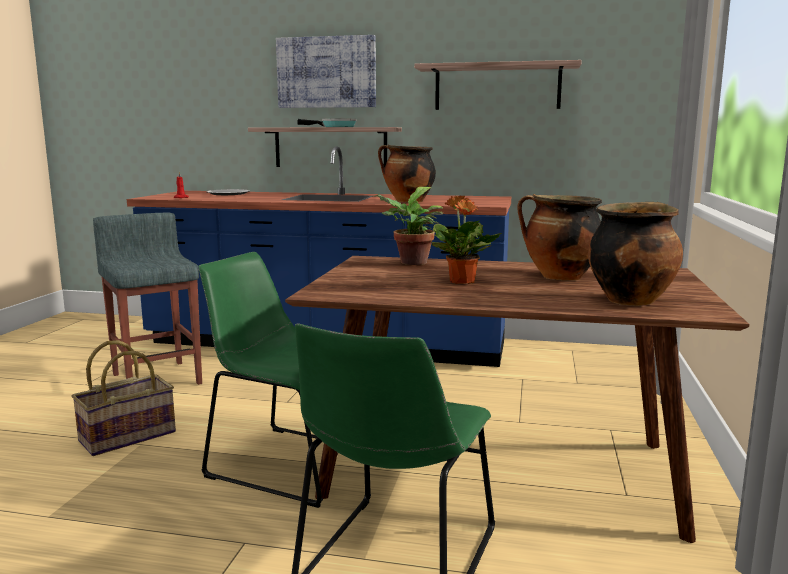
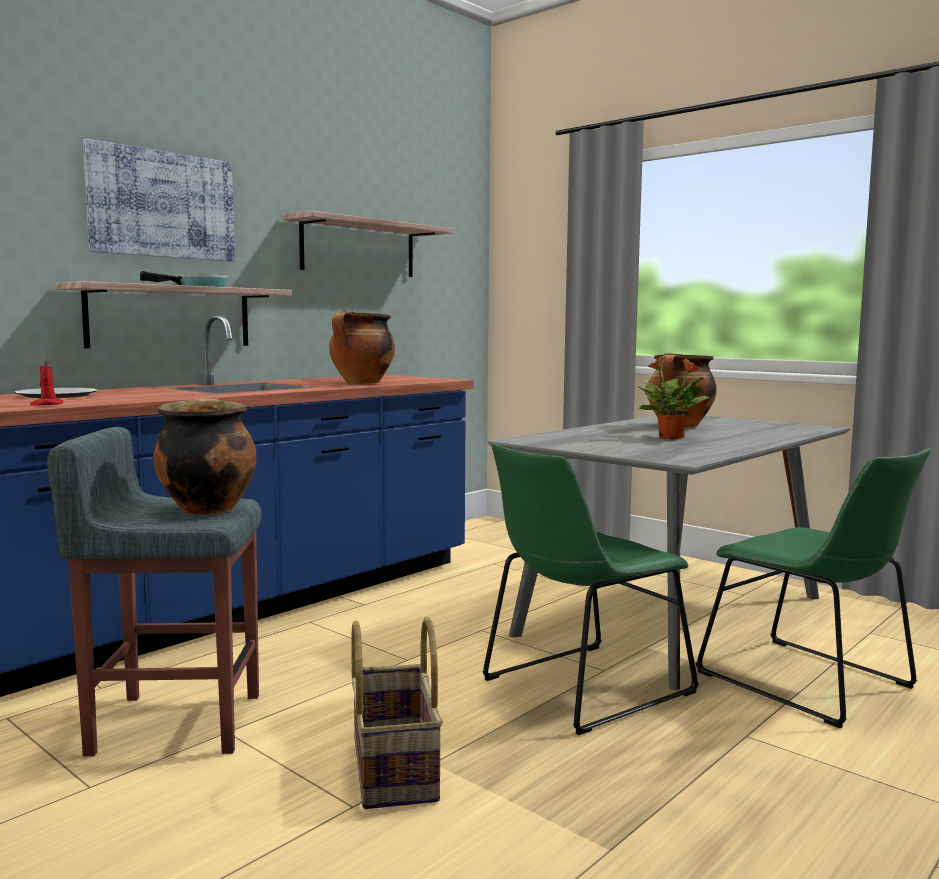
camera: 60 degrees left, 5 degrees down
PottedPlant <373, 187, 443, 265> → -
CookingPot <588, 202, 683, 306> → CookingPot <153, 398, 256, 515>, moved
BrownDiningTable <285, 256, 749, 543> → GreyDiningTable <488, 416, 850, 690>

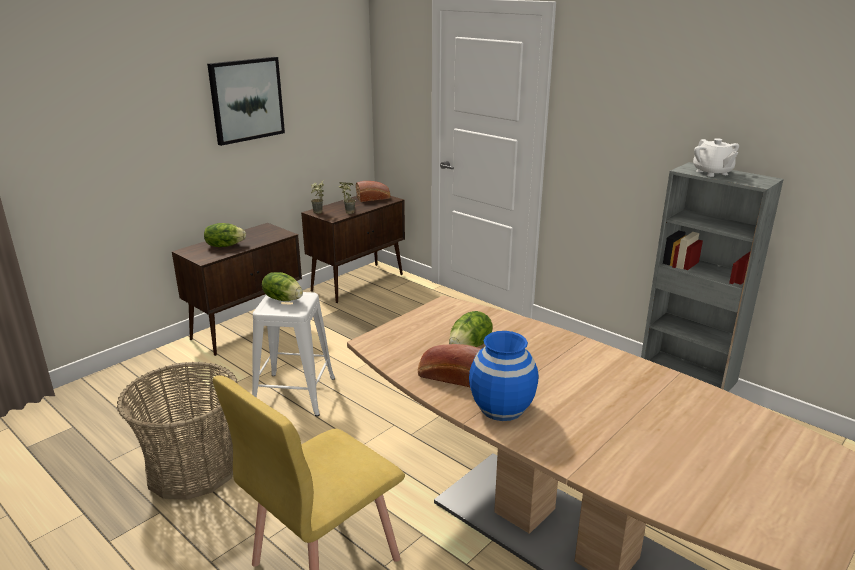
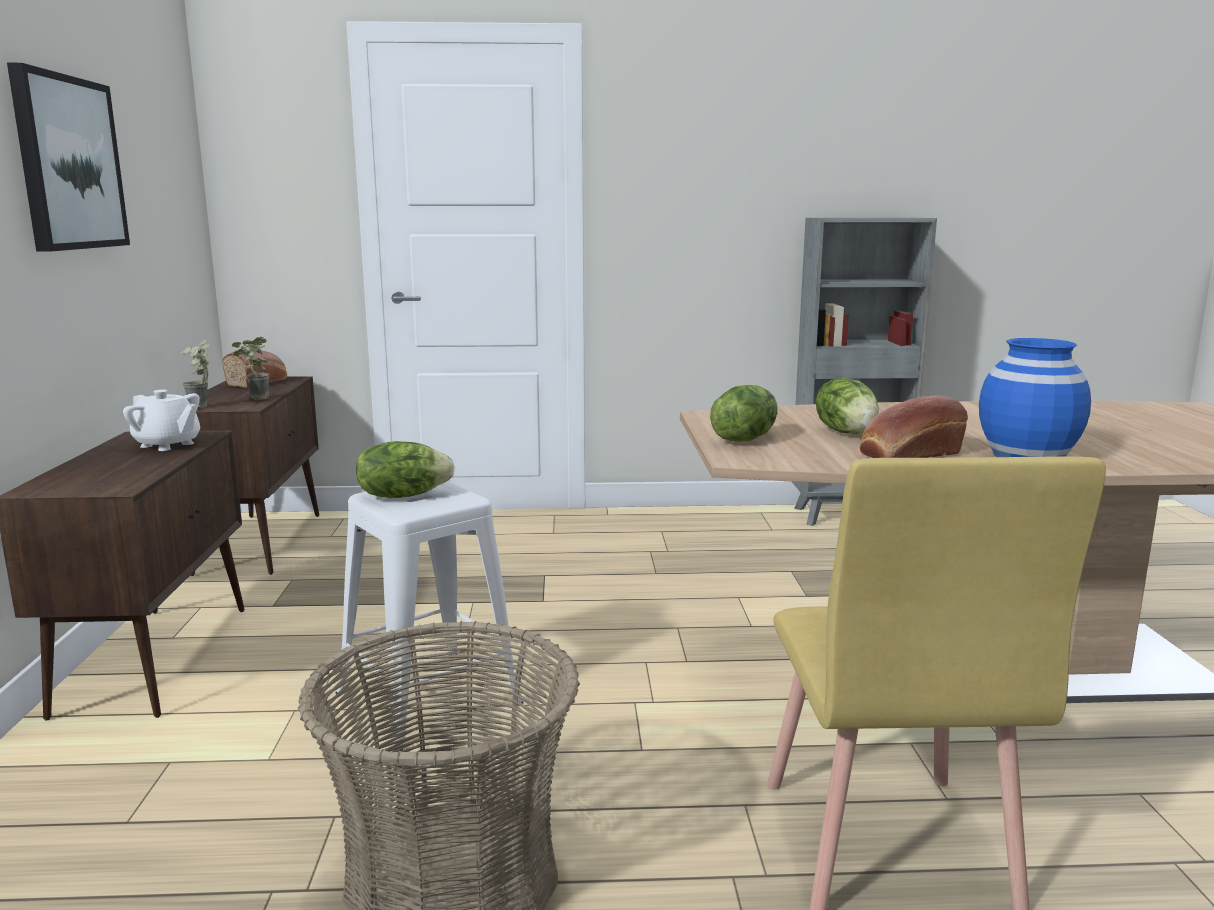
camera: 45 degrees left, 10 degrees down
WhiteTeapot <693, 138, 739, 177> → WhiteTeapot <123, 390, 200, 451>, moved
Lettuce <204, 223, 246, 247> → Lettuce <710, 385, 778, 442>, moved

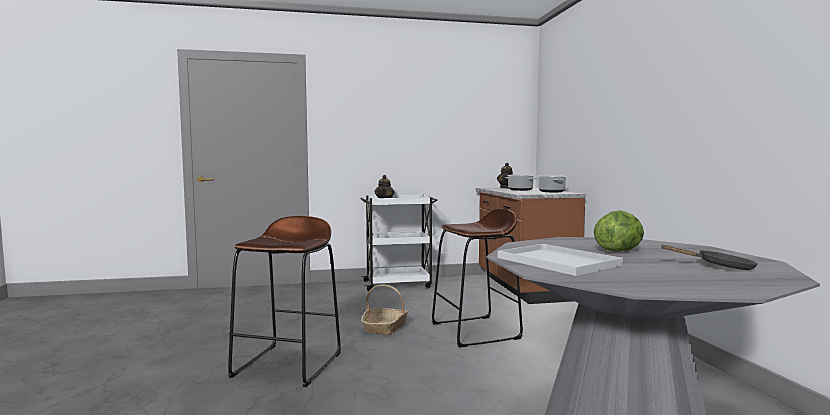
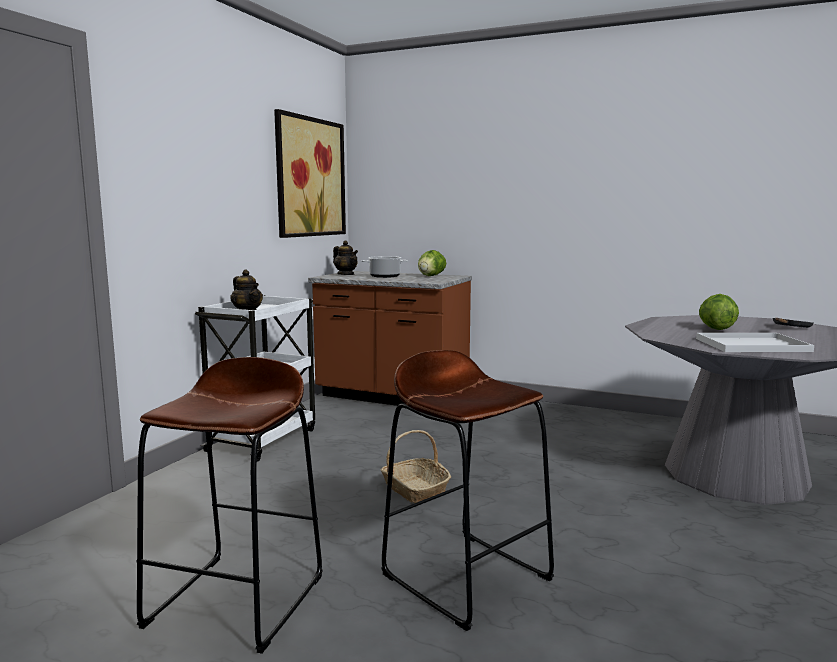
camera: 55 degrees left, 5 degrees up
CookingPot <538, 176, 566, 192> → Lettuce <418, 250, 446, 276>
BrownStool <432, 209, 523, 348> → BrownStool <136, 357, 322, 654>, moved
- → Picture <274, 109, 346, 238>

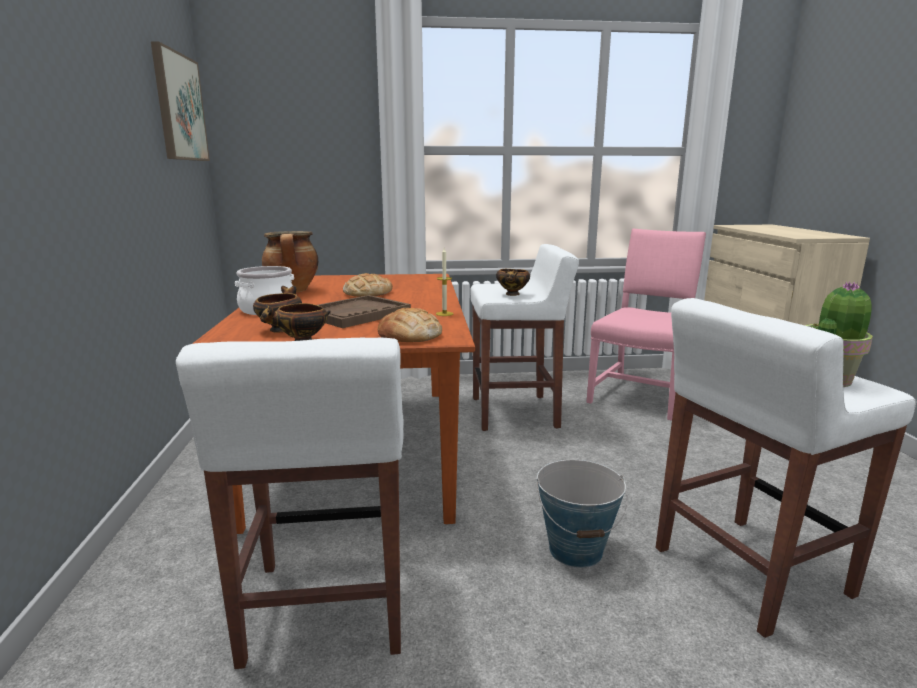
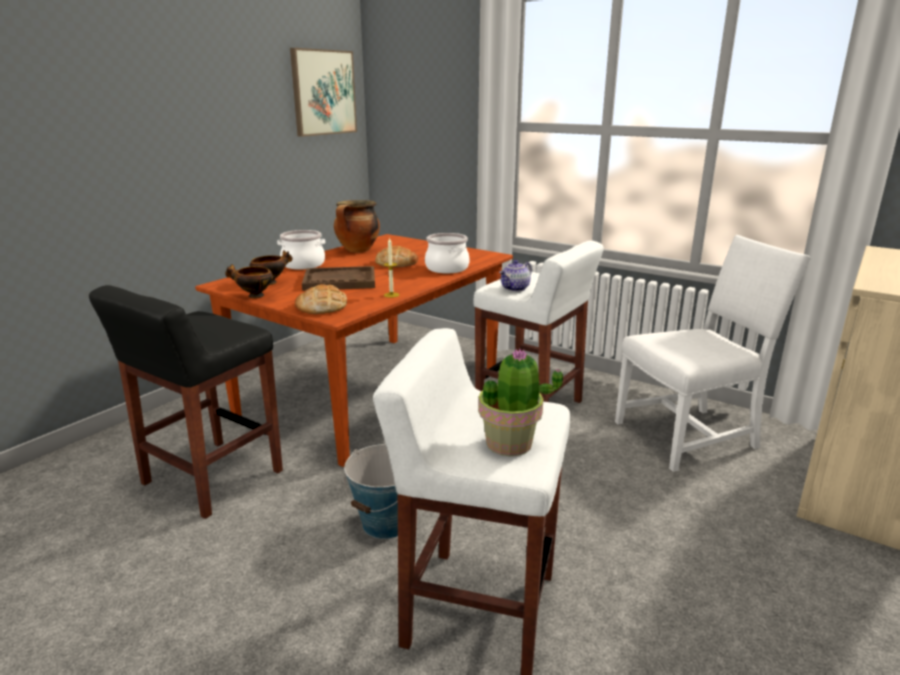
camera: 40 degrees right, 5 degrees up
PinkChair <586, 228, 706, 421> → WhiteChair <615, 235, 811, 472>
Bowl <496, 269, 530, 296> → Teapot <499, 260, 532, 292>
WhiteStool <176, 338, 404, 669> → BlackStool <89, 285, 283, 519>
- → CookingPot <425, 233, 470, 273>

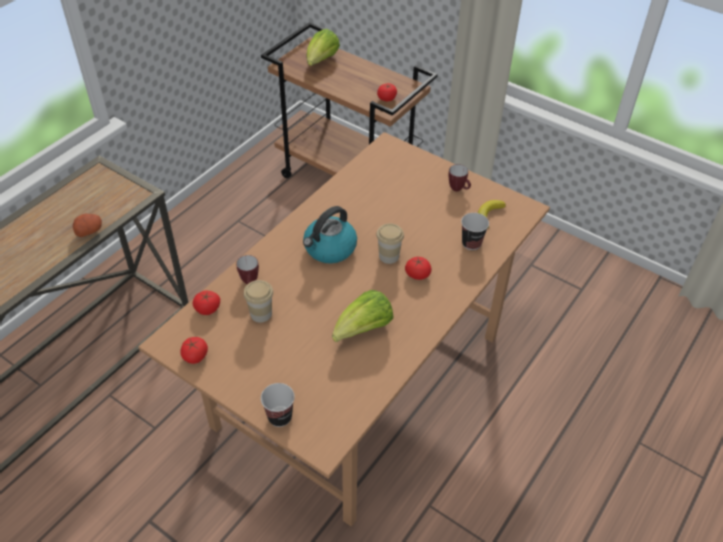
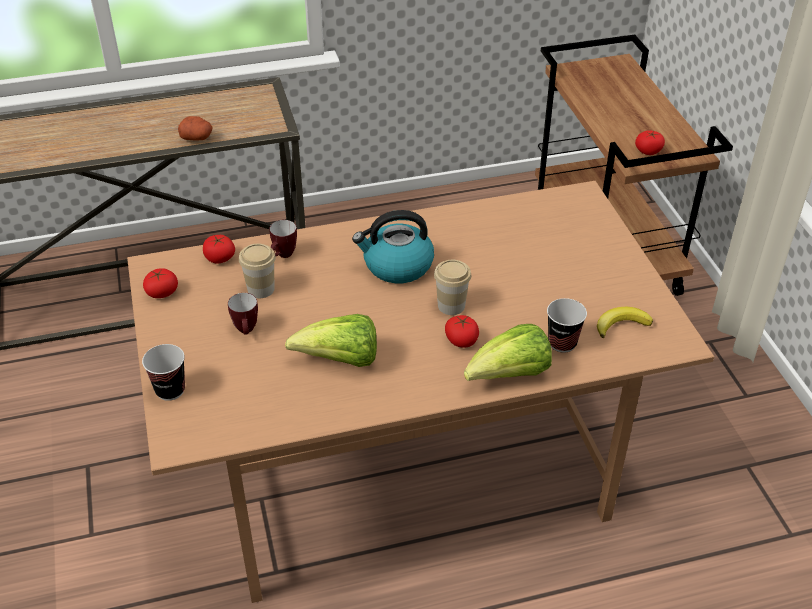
camera: 40 degrees right, 5 degrees down
Lettuce <306, 29, 340, 66> → Lettuce <464, 324, 552, 381>, moved
Mug <448, 164, 471, 192> → Mug <228, 293, 258, 335>, moved

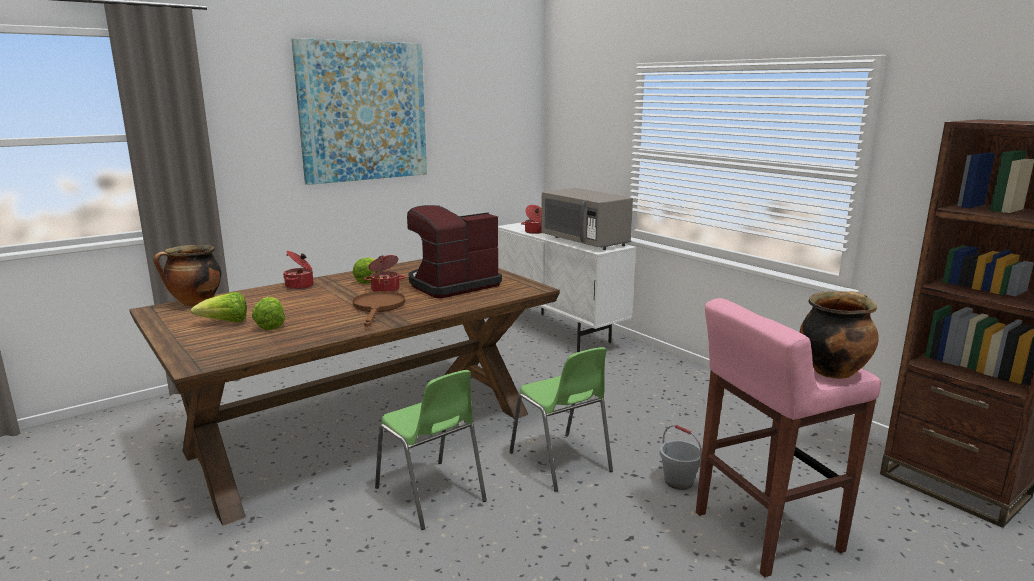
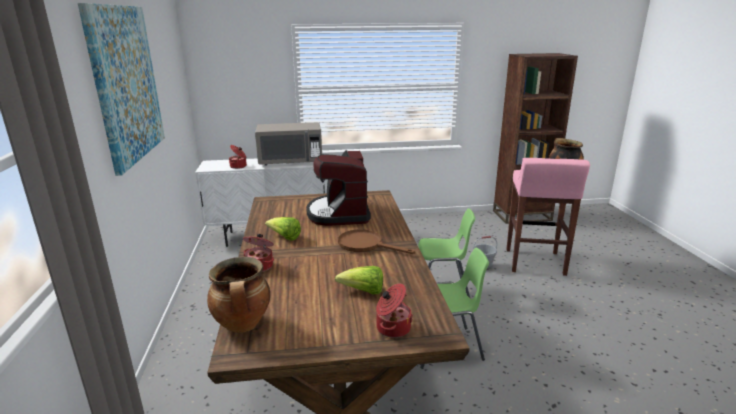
camera: 60 degrees left, 5 degrees up
CookingPot <365, 255, 405, 292> → CookingPot <376, 284, 413, 338>, moved
Lettuce <191, 292, 247, 323> → -

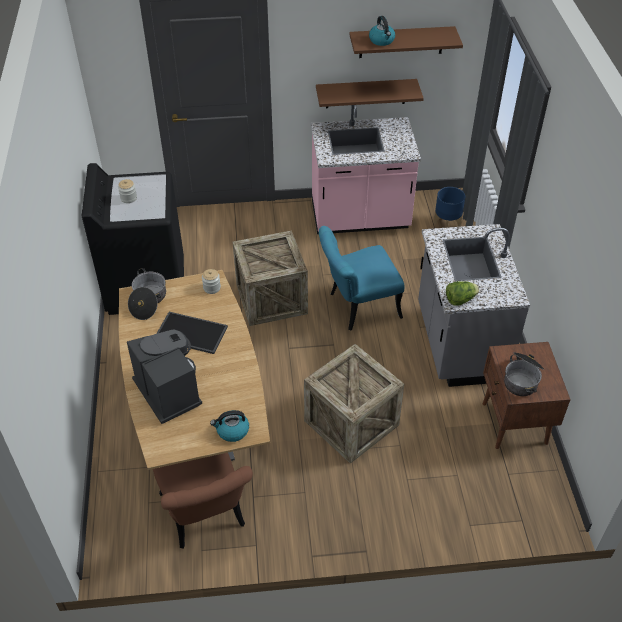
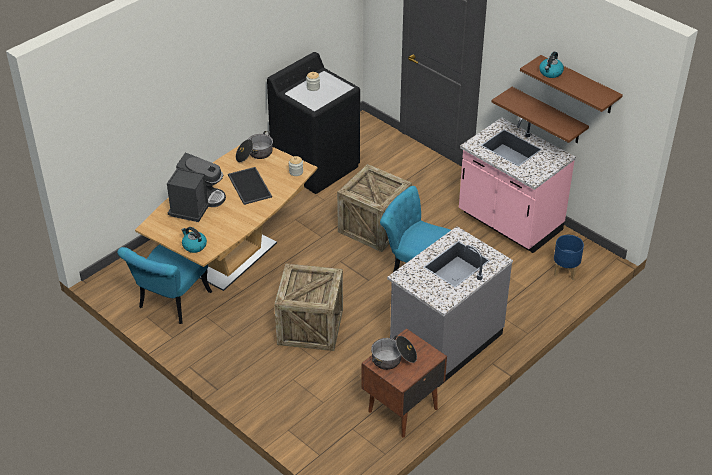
camera: 50 degrees right, 5 degrees down
Lettuce <446, 281, 480, 306> → -
BrownChair <153, 453, 253, 549> → TurquoiseChair <117, 244, 212, 324>

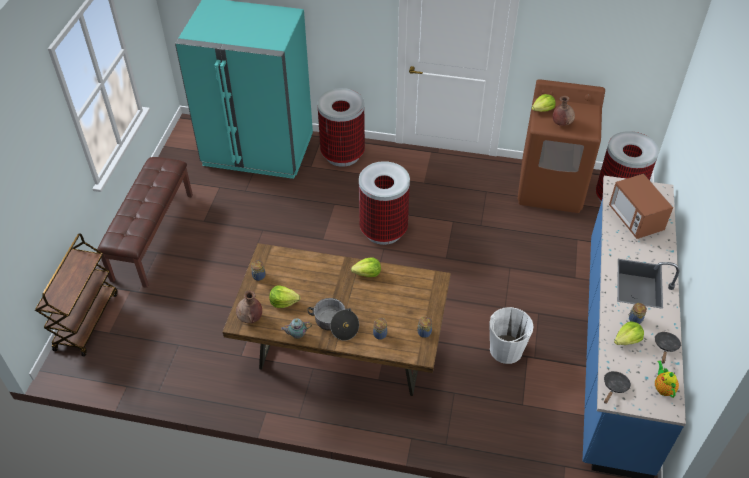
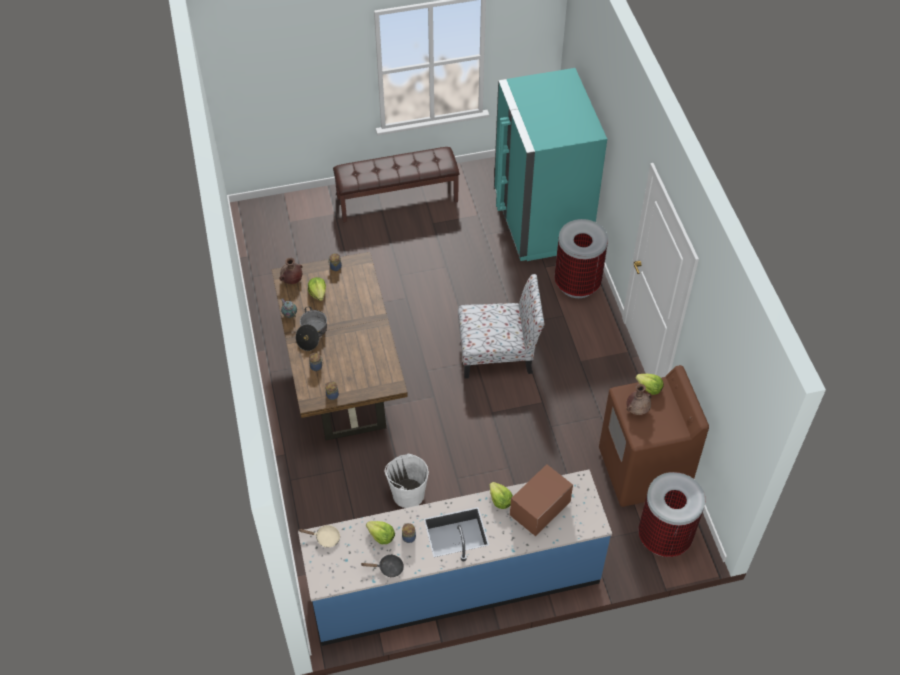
camera: 65 degrees right, 5 degrees up
TrashCan <359, 161, 410, 245> → Chair <458, 274, 545, 379>
BrownCart <35, 233, 117, 357> → -
Lettuce <351, 257, 381, 277> → Lettuce <490, 482, 513, 509>, moved
Teapot <655, 360, 679, 398> → -
BlackFryingPan <604, 371, 631, 404> → BeigeFryingPan <298, 525, 340, 548>

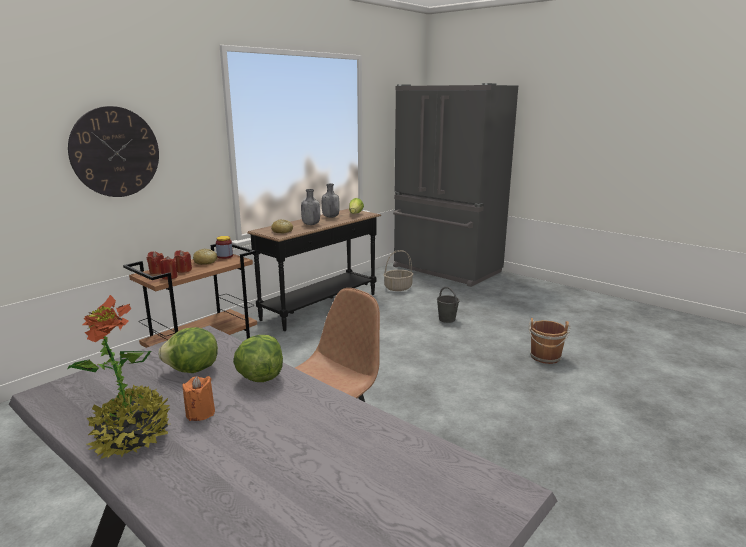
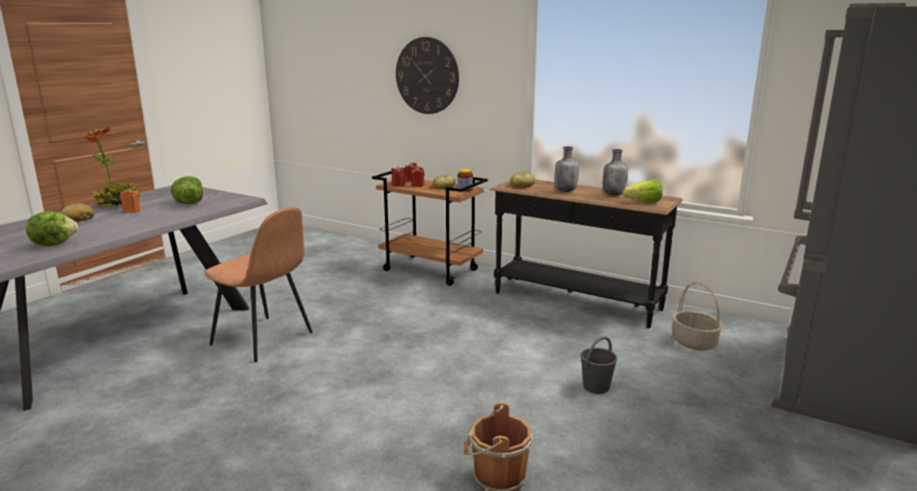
camera: 80 degrees right, 0 degrees up
Lettuce <233, 335, 283, 382> → Lettuce <26, 211, 78, 246>, moved
- → Bread <61, 203, 94, 222>

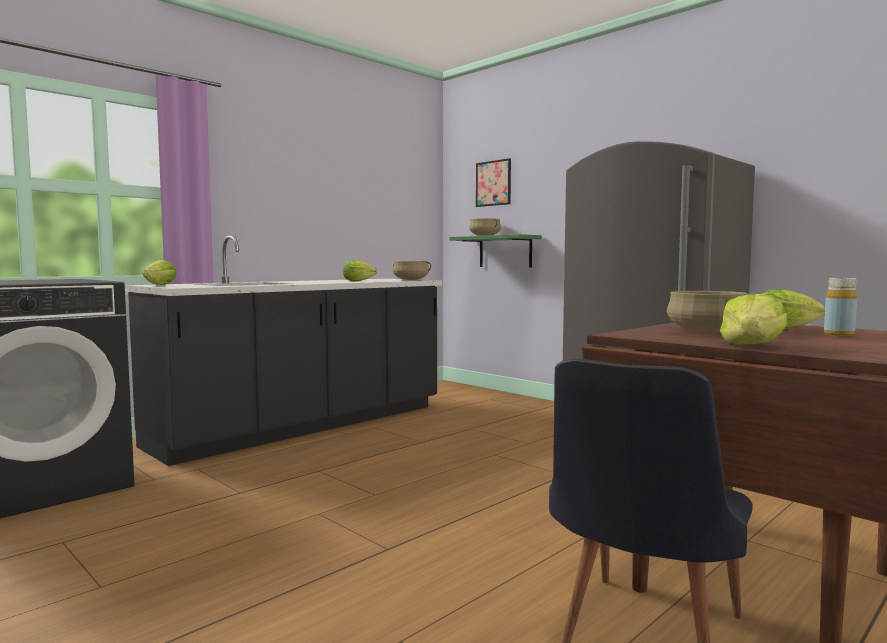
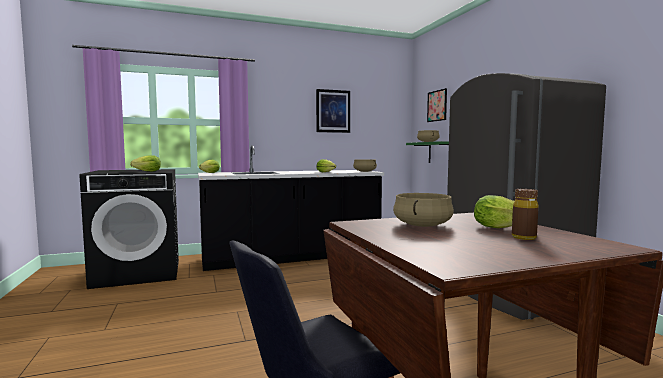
camera: 25 degrees right, 0 degrees up
YellowBottle <824, 278, 857, 336> → BrownBottle <512, 189, 538, 240>
Lettuce <720, 293, 788, 344> → Lettuce <130, 155, 161, 171>, moved
- → Picture <316, 89, 350, 133>

